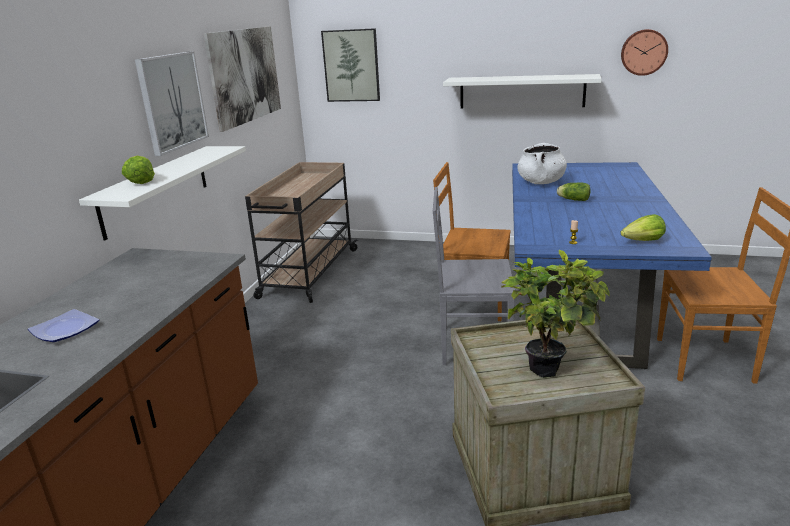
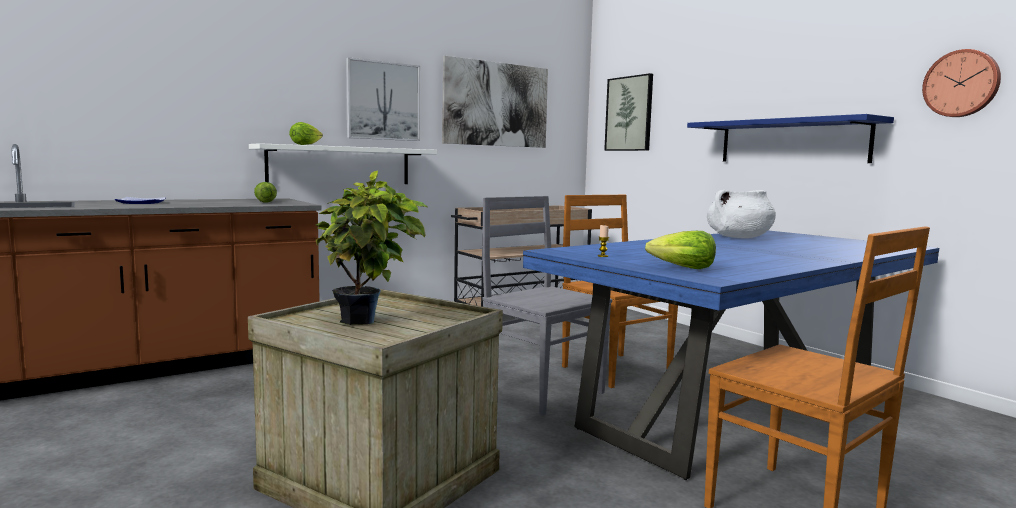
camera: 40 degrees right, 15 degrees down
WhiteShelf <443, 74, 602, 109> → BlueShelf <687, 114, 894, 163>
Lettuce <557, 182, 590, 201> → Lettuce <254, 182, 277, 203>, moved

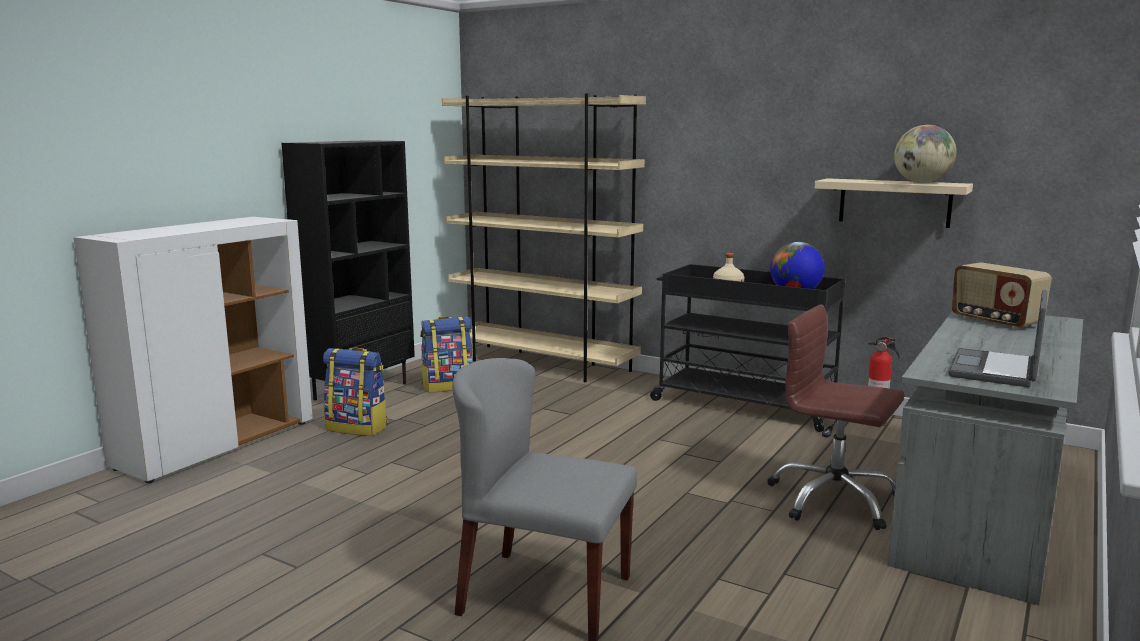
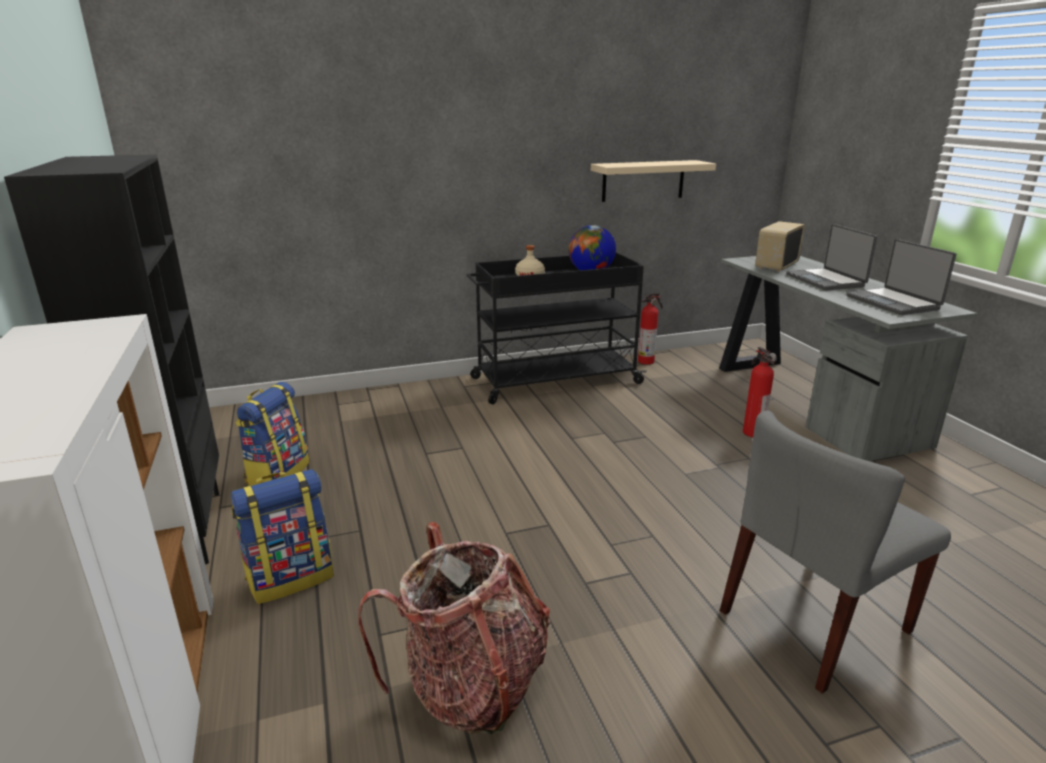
camera: 50 degrees left, 10 degrees up
BeigeBookcase <442, 93, 646, 382> → -
Globe <894, 125, 957, 183> → -
Radio <952, 262, 1052, 329> → Radio <755, 221, 805, 272>, 120 degrees clockwise
BrownOfficeChair <767, 304, 905, 530> → FireExtinguisher <743, 347, 777, 437>
- → Laptop <786, 224, 877, 291>
- → Backpack <358, 522, 550, 734>

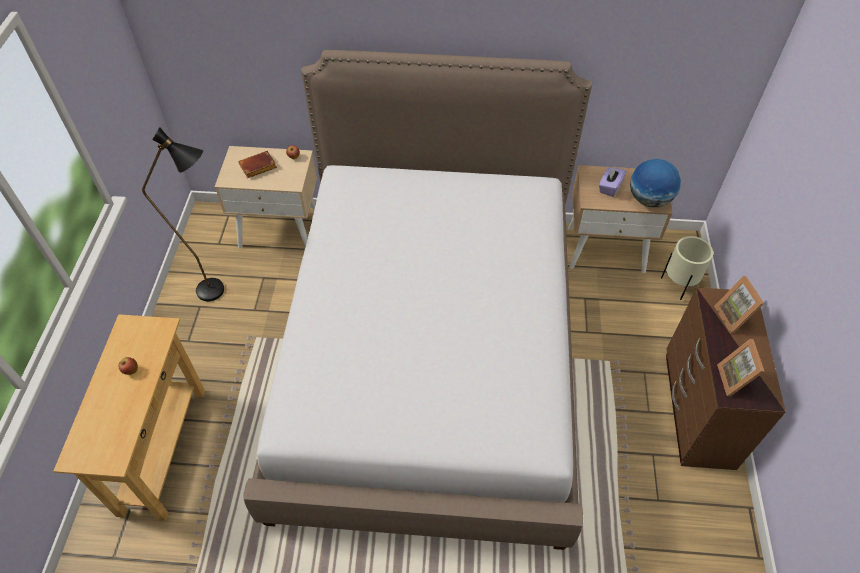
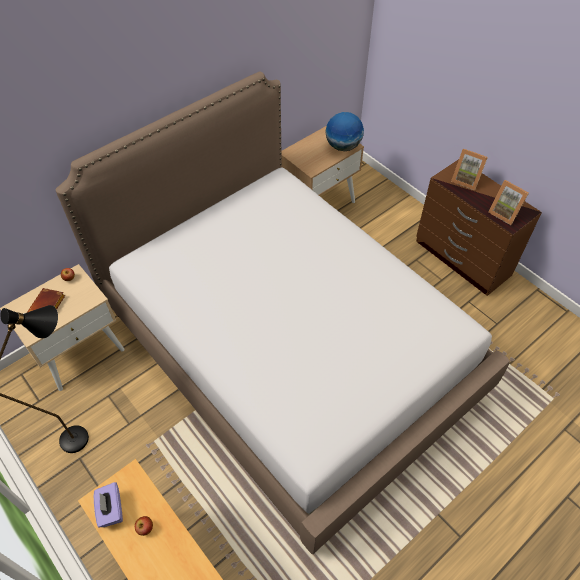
camera: 45 degrees left, 0 degrees up
PurpleTissueBox <599, 166, 627, 197> → PurpleTissueBox <94, 482, 123, 527>, moved
BeigePlanter <661, 236, 713, 300> → -

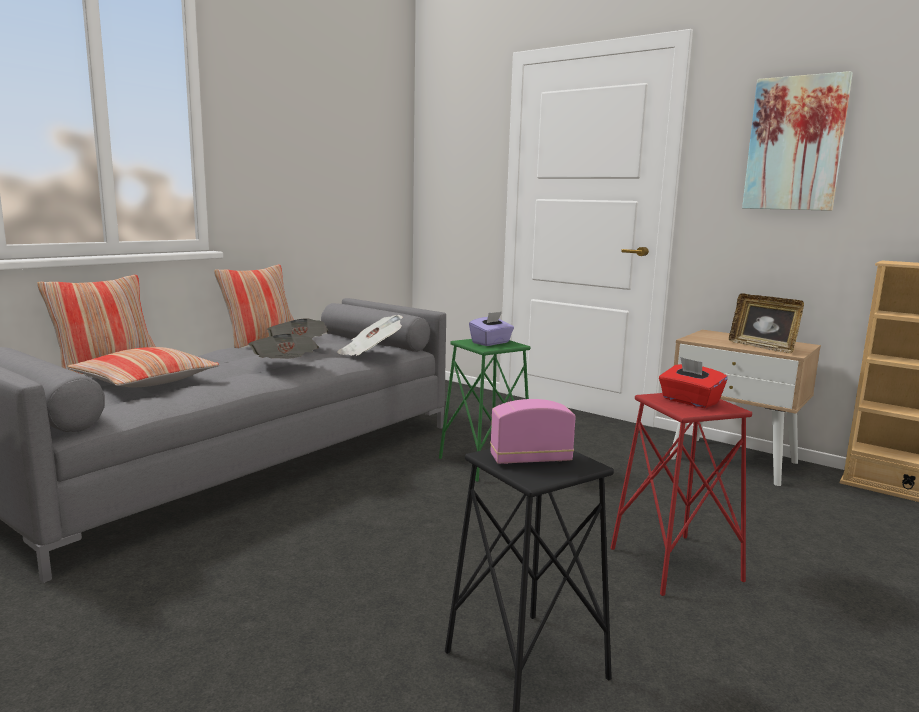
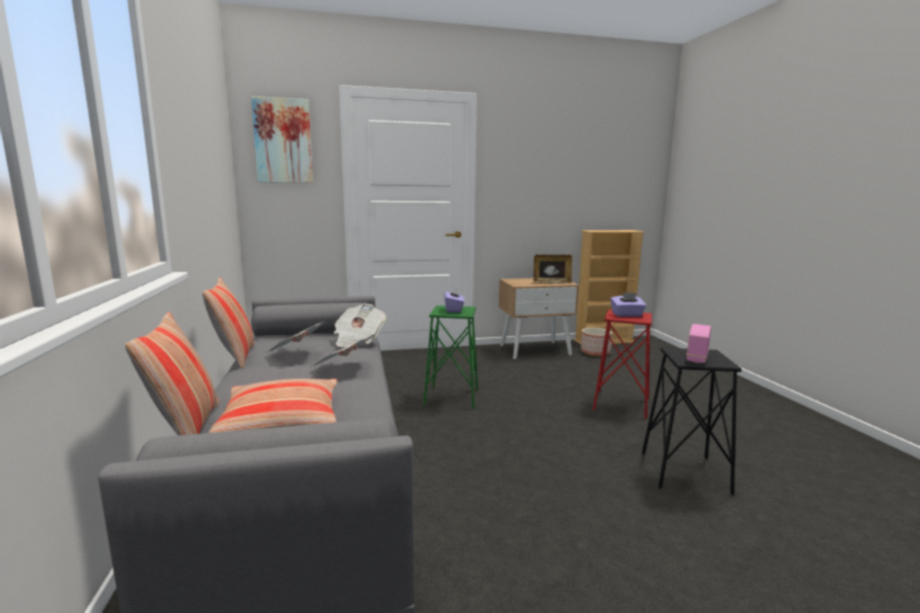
camera: 50 degrees left, 0 degrees up
Picture <742, 71, 853, 211> → Picture <251, 96, 313, 183>, moved
RedTissueBox <659, 357, 728, 408> → PurpleTissueBox <610, 292, 646, 317>
- → Planter <581, 328, 612, 356>

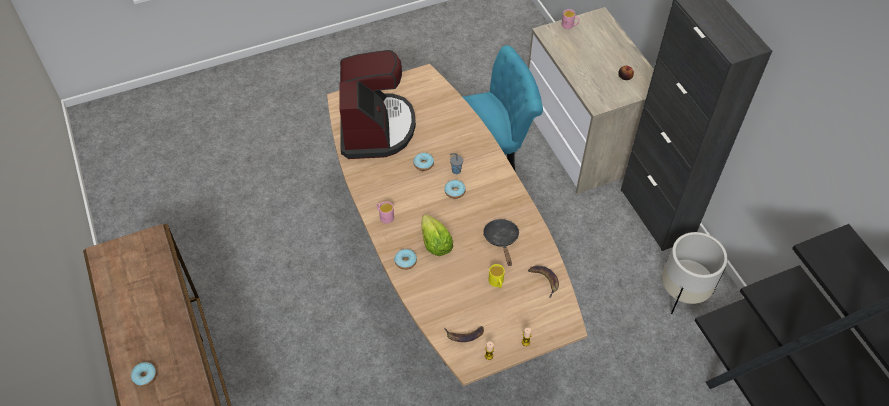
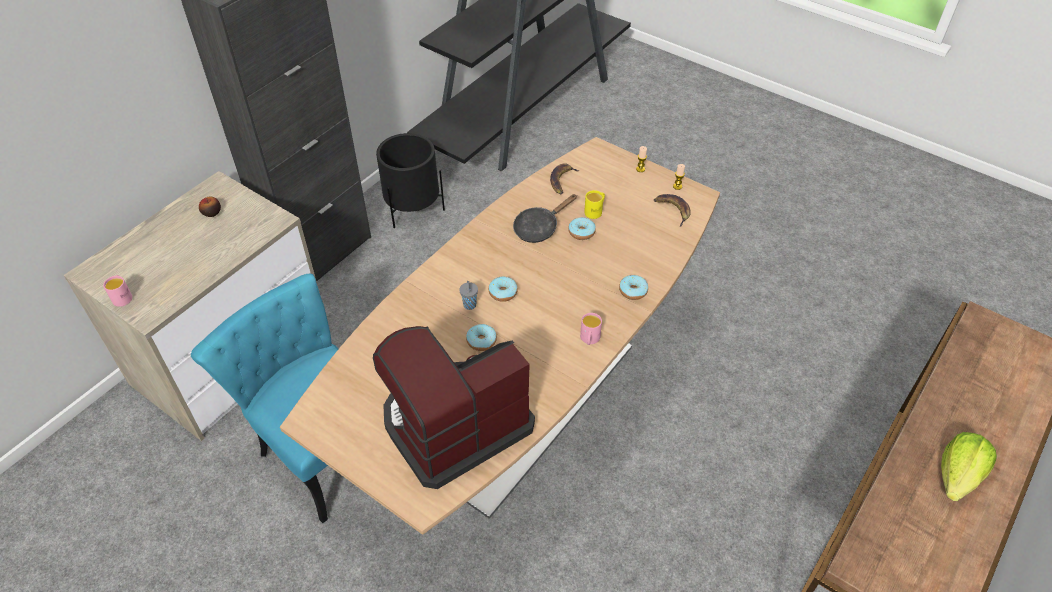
camera: 120 degrees left, 5 degrees down
Lettuce <421, 215, 453, 256> → Lettuce <941, 432, 997, 501>, moved
WhitePlanter <662, 232, 727, 314> → BlackPlanter <376, 133, 445, 228>
Donut <131, 362, 157, 387> → Donut <568, 217, 596, 240>, moved

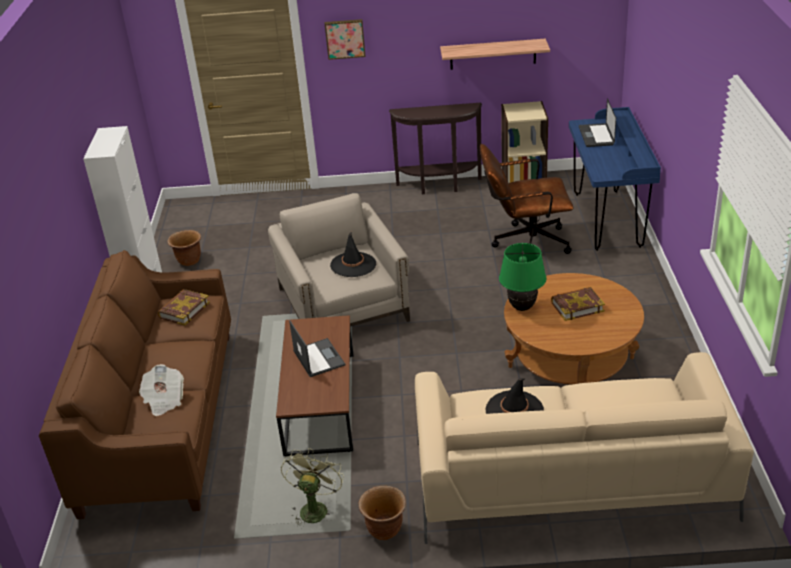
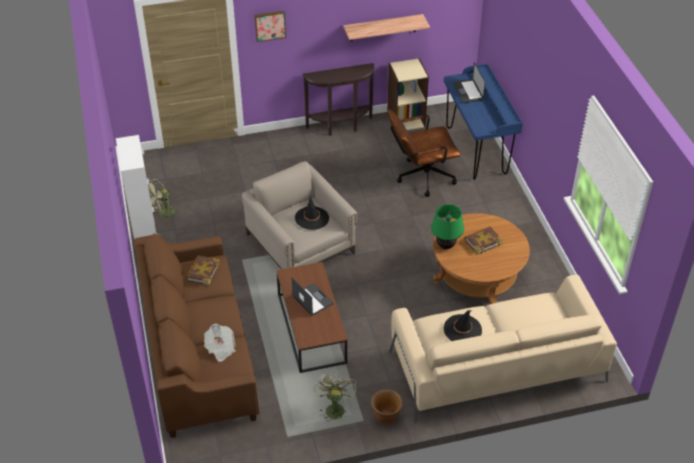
camera: 15 degrees left, 10 degrees up
BrownPlanter <167, 230, 201, 266> → GreenFan <148, 179, 179, 220>

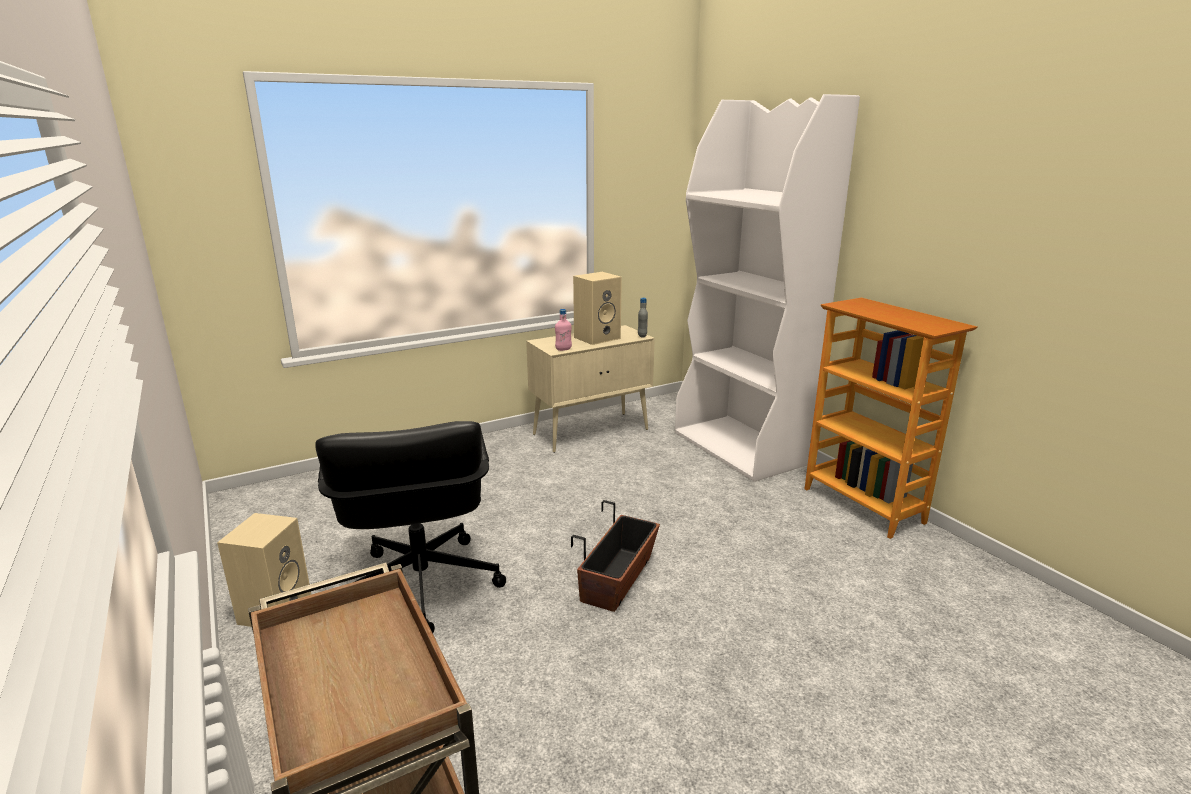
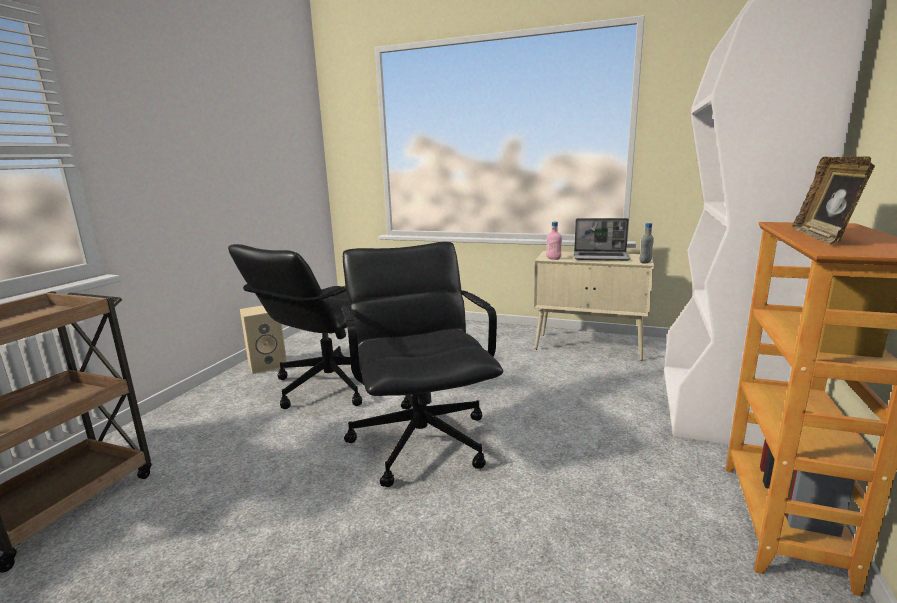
camera: 50 degrees right, 5 degrees down
BeigeSpeaker <573, 272, 622, 345> → Laptop <574, 218, 630, 261>
Planter <571, 500, 660, 612> → BlackOfficeChair <341, 242, 503, 487>
- → PictureFrame <792, 156, 875, 244>

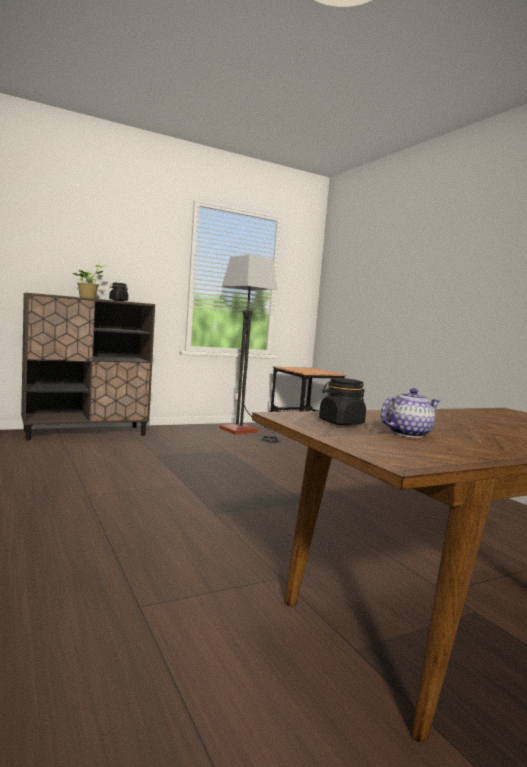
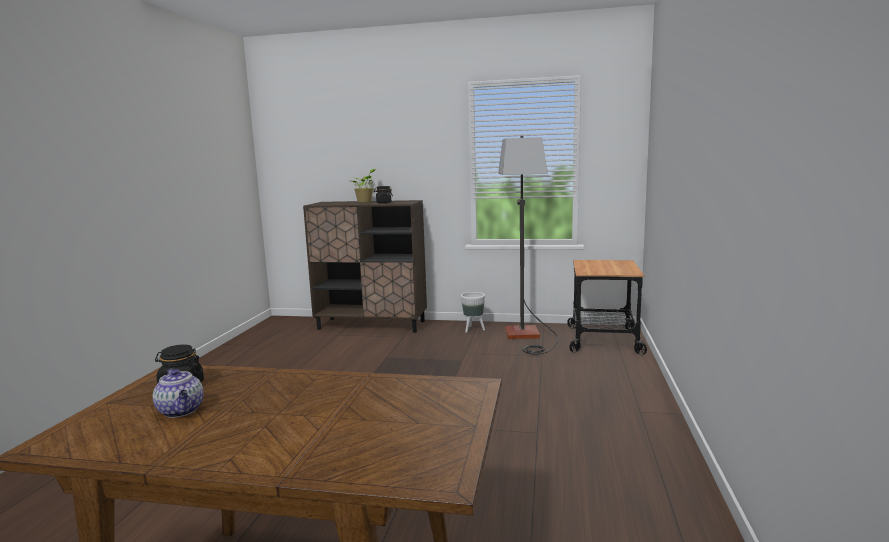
camera: 40 degrees right, 5 degrees up
Teapot <381, 388, 440, 438> → Teapot <153, 369, 204, 418>, 45 degrees clockwise
- → WhitePlanter <461, 292, 485, 333>

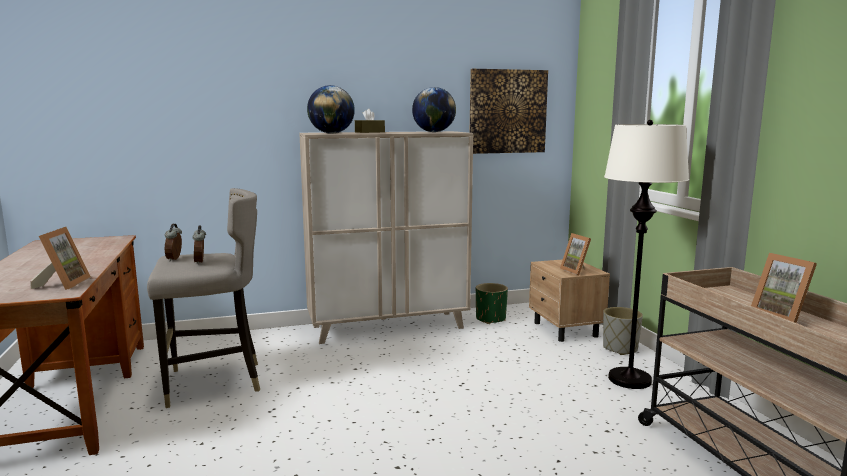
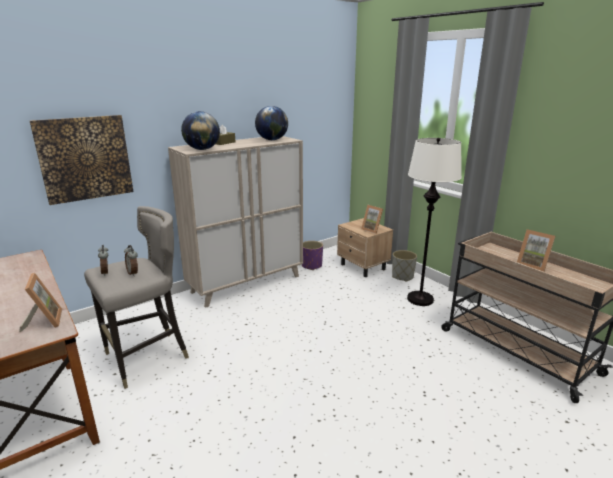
camera: 20 degrees left, 10 degrees up
Picture <470, 69, 548, 154> → Picture <30, 115, 134, 205>, moved
GreenPlanter <476, 283, 508, 324> → PurplePlanter <302, 241, 323, 270>

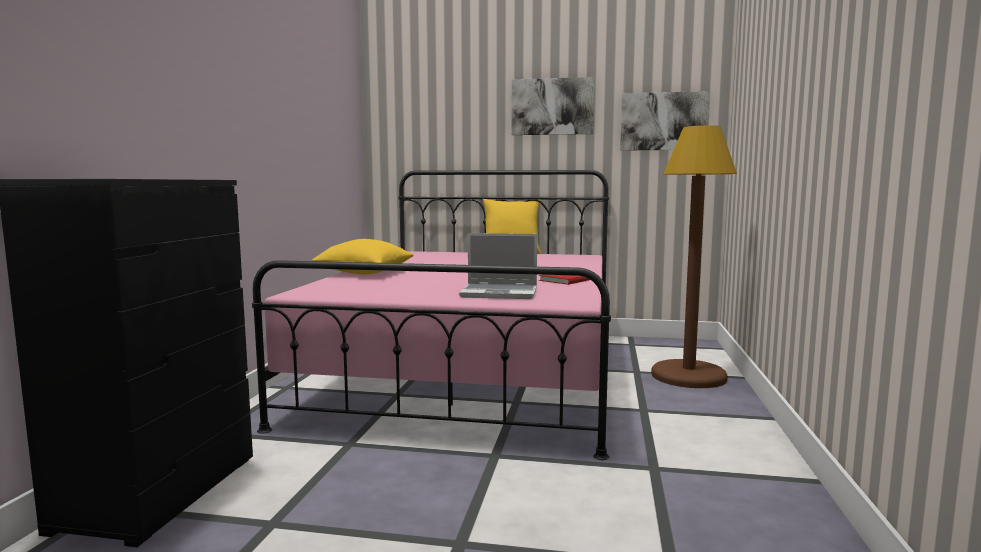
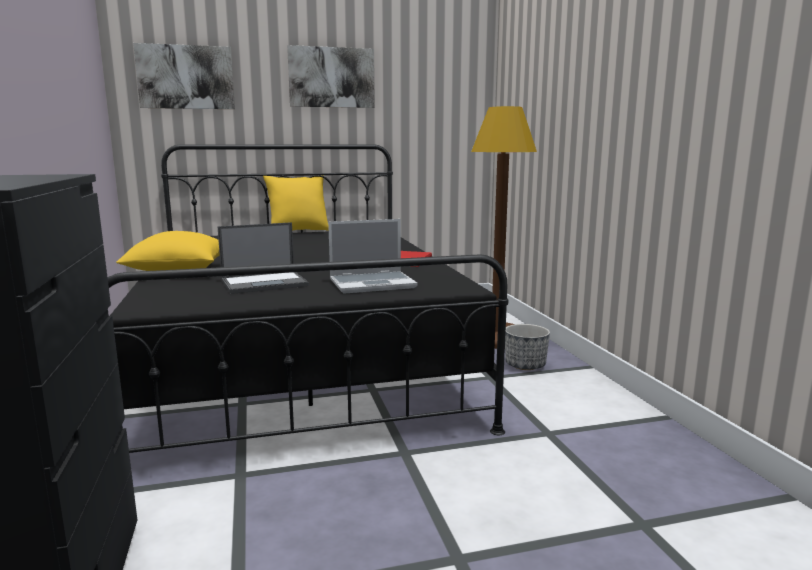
camera: 25 degrees left, 5 degrees up
Picture <620, 91, 710, 151> → Picture <133, 43, 235, 109>, moved
PinkBed <252, 170, 611, 460> → BlackBed <107, 144, 508, 453>
- → Laptop <217, 222, 309, 294>
- → Planter <505, 324, 550, 370>

